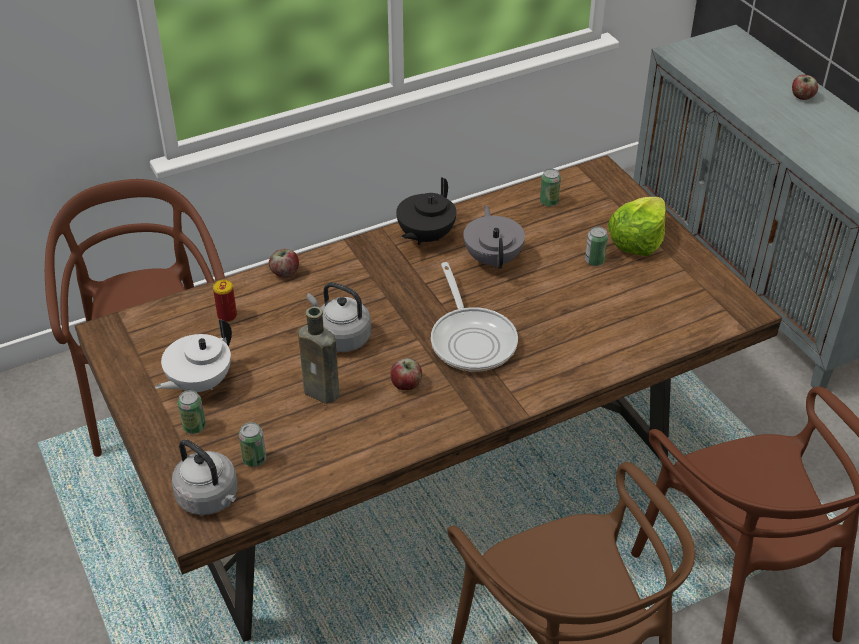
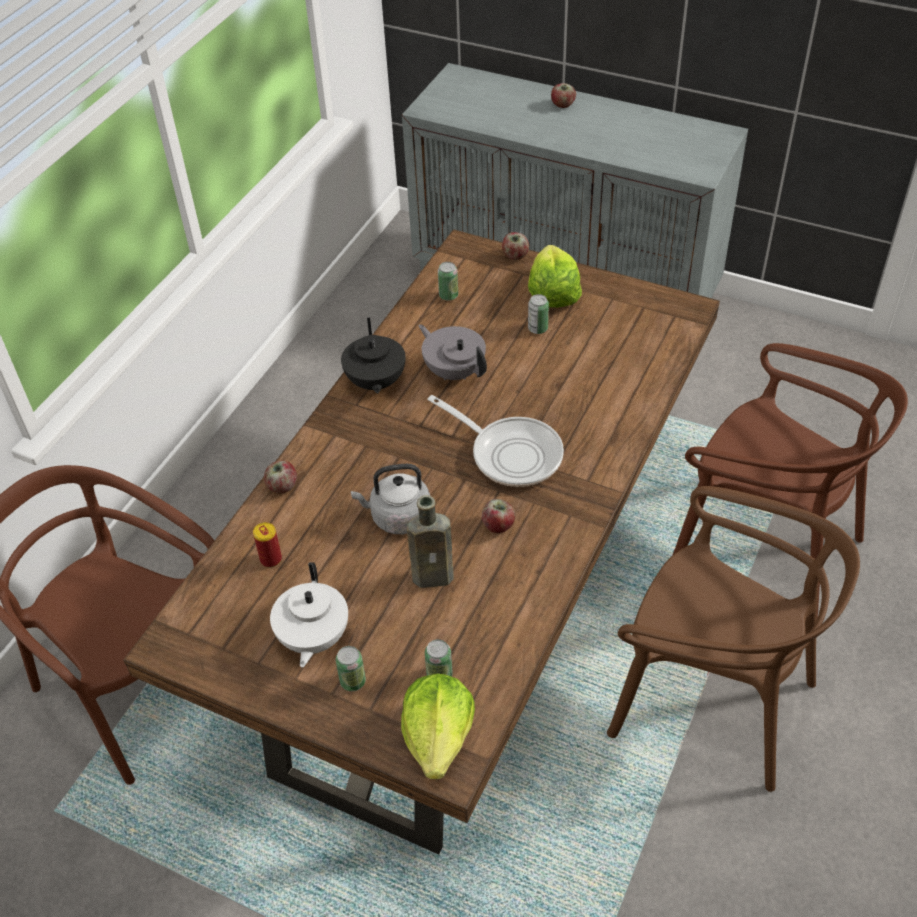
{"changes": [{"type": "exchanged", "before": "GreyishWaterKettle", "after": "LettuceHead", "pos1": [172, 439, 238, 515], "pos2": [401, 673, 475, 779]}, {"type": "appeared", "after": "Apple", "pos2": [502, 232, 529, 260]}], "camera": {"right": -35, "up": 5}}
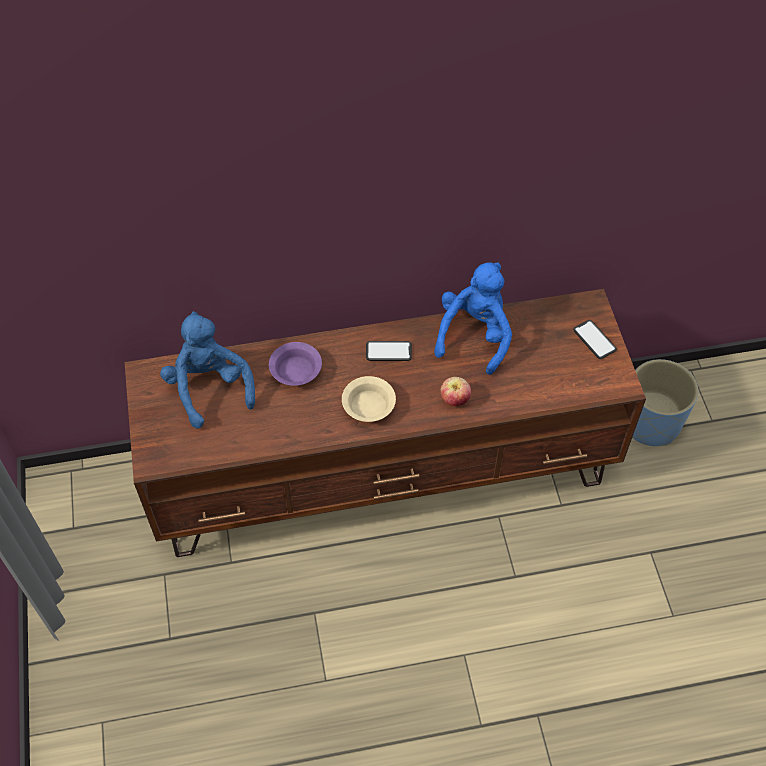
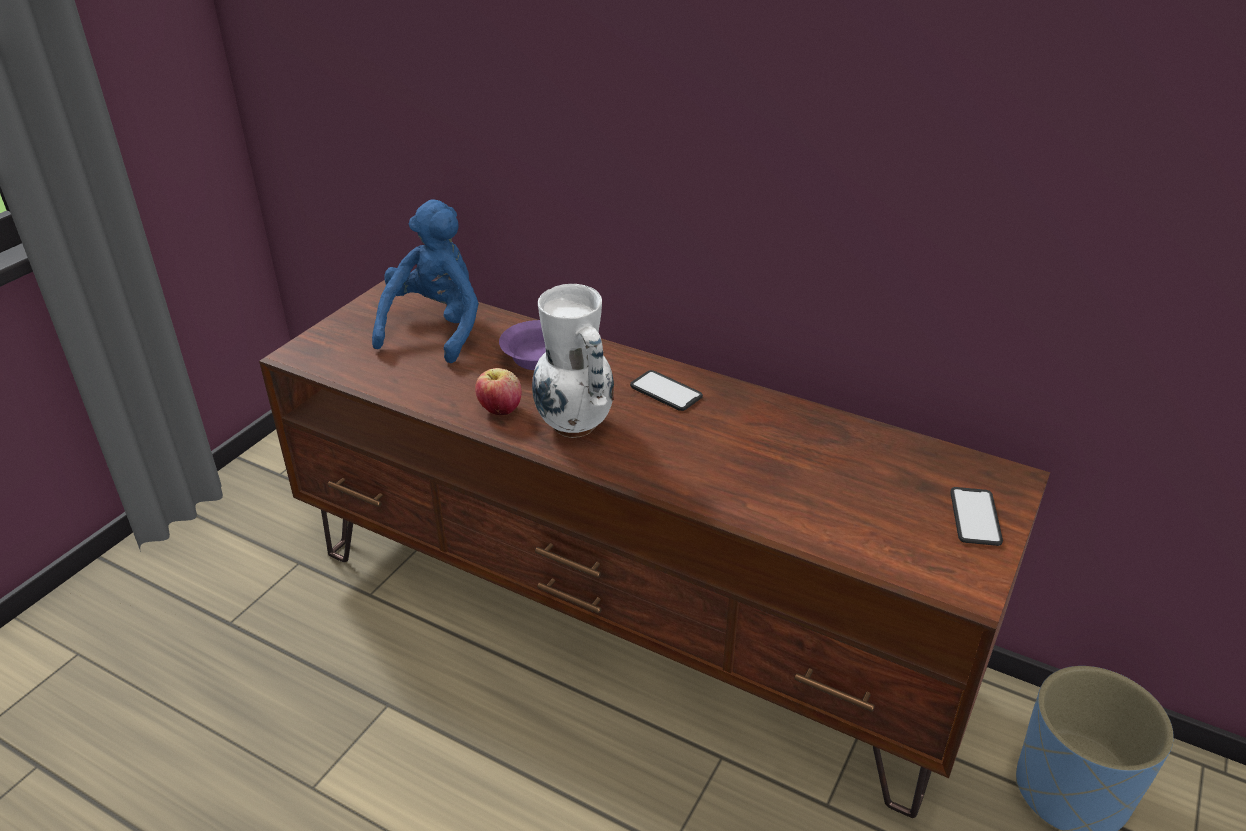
{"changes": [{"type": "relocated", "before": "Apple", "pos1": [441, 377, 471, 406], "pos2": [475, 368, 522, 415]}, {"type": "exchanged", "before": "BeigeServingBowl", "after": "WhiteColouredDecorativeVase", "pos1": [342, 376, 396, 422], "pos2": [532, 284, 614, 438]}, {"type": "missing", "before": "BlueColouredSoftToy", "pos1": [434, 262, 512, 375]}], "camera": {"right": 40, "up": -20}}
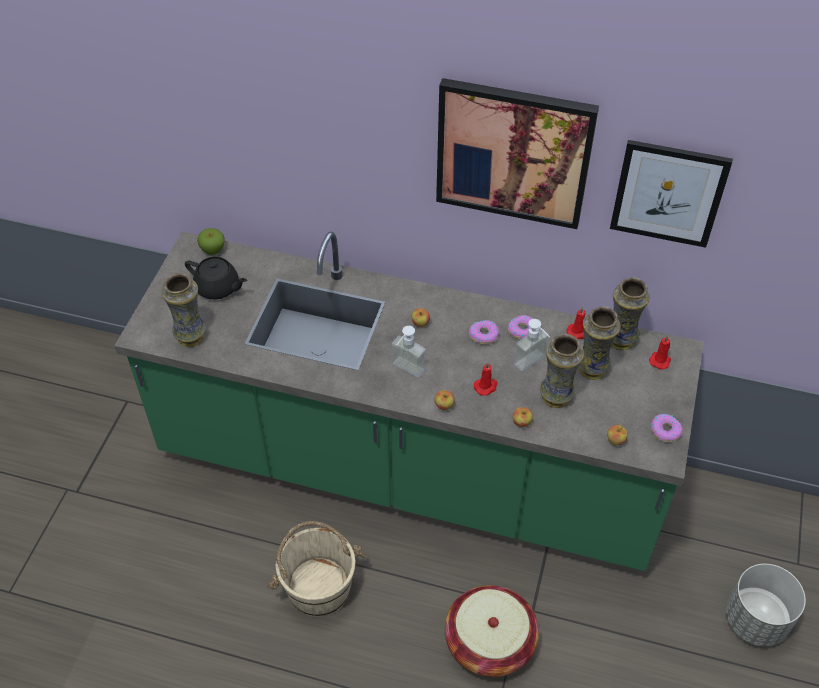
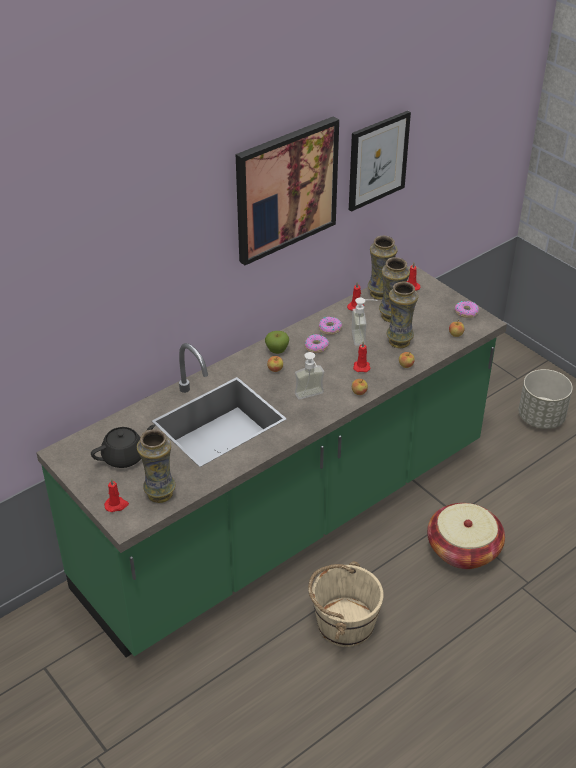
{"changes": [{"type": "appeared", "after": "ReddishWaxLight", "pos2": [104, 478, 129, 512]}, {"type": "relocated", "before": "Apple", "pos1": [197, 228, 225, 255], "pos2": [265, 331, 289, 354]}], "camera": {"right": -55, "up": -10}}
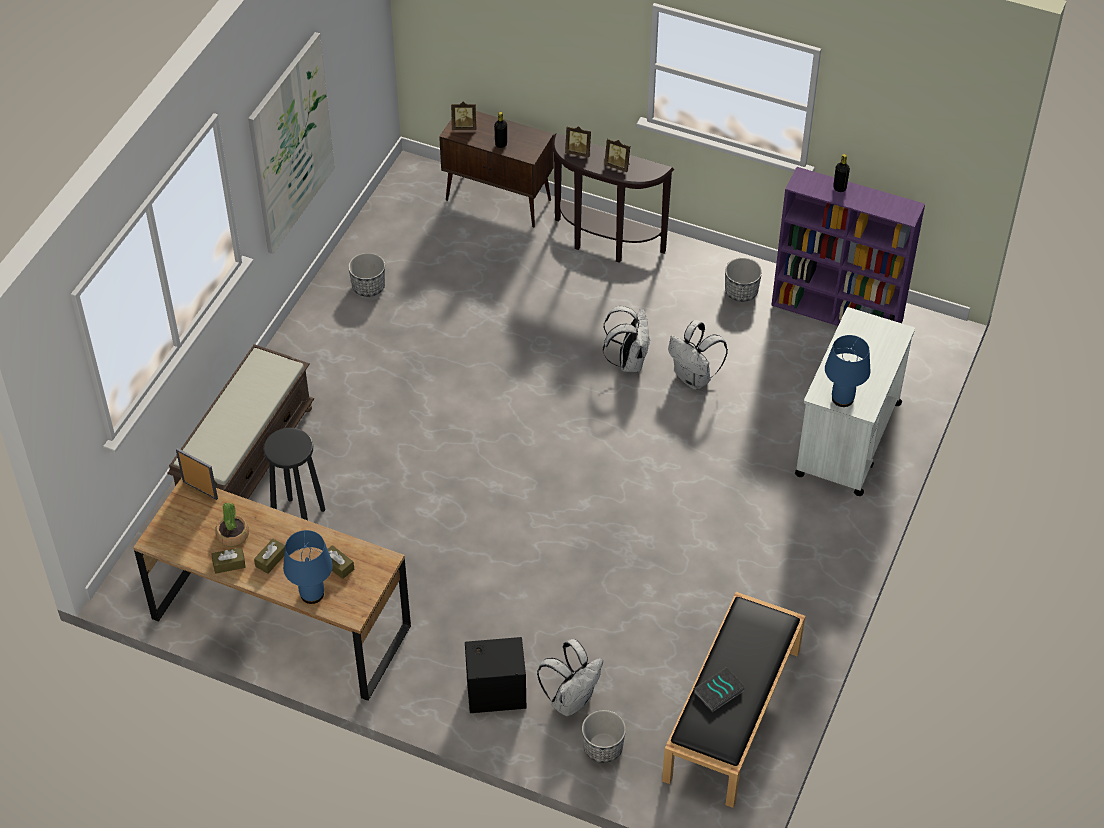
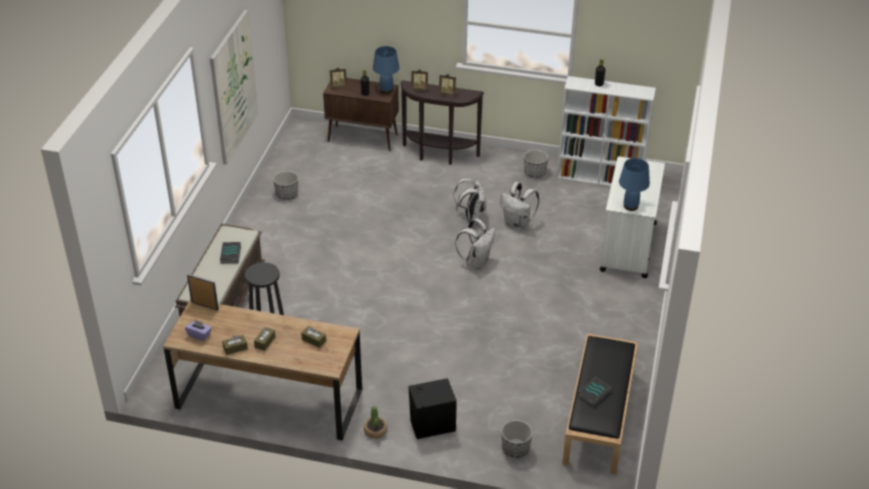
{"changes": [{"type": "appeared", "after": "PurpleTissueBox", "pos2": [185, 320, 212, 341]}, {"type": "appeared", "after": "Book", "pos2": [220, 242, 241, 263]}, {"type": "relocated", "before": "Houseplant", "pos1": [215, 503, 249, 547], "pos2": [364, 406, 387, 439]}, {"type": "relocated", "before": "BlueColouredLampForATable", "pos1": [283, 530, 333, 604], "pos2": [373, 46, 400, 94]}, {"type": "relocated", "before": "WhiteColouredKnapsack", "pos1": [537, 639, 603, 716], "pos2": [455, 219, 495, 269]}, {"type": "colour", "before": "PurpleBookshelf", "after": "WhiteColouredBookshelf", "pos1": [771, 167, 925, 326], "pos2": [557, 76, 656, 186]}], "camera": {"right": -10, "up": -10}}
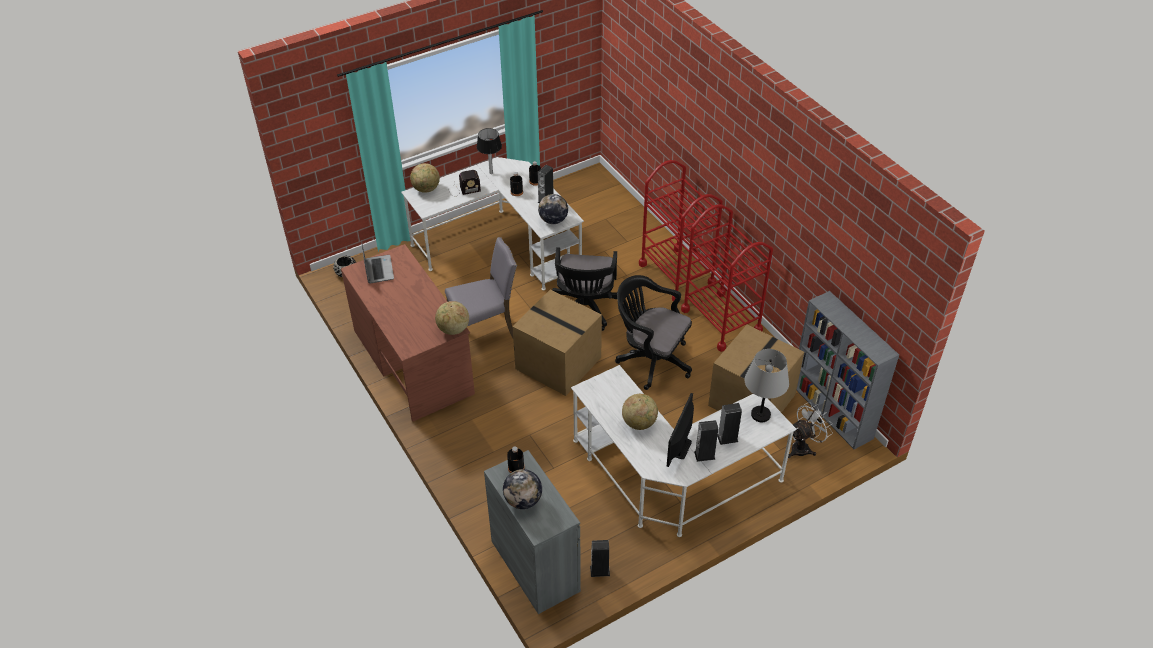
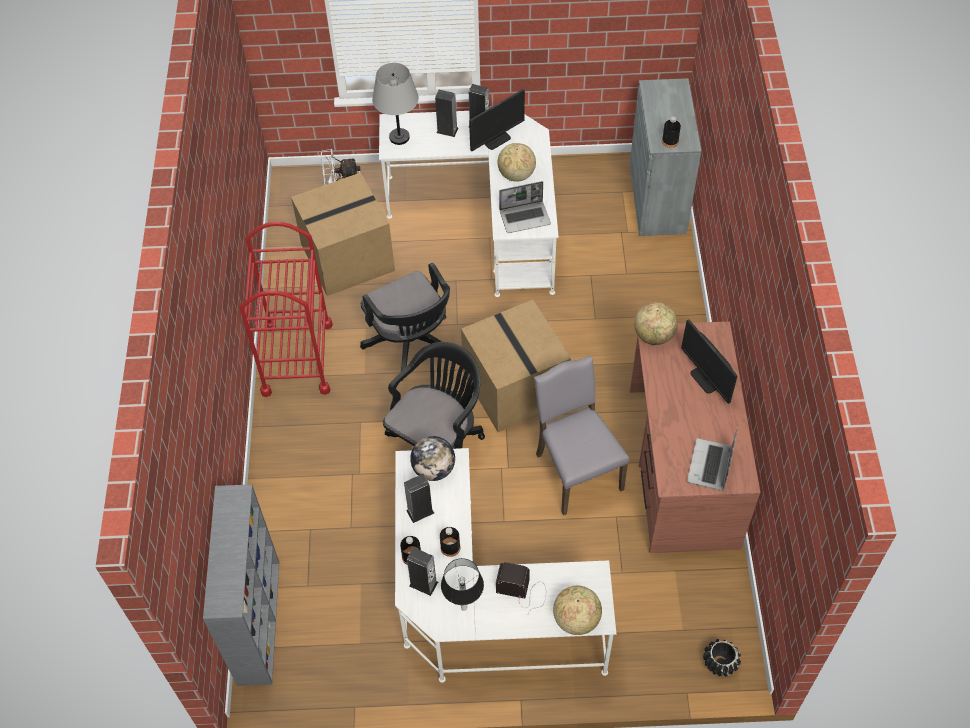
{"changes": [{"type": "relocated", "before": "GreyishBookshelf", "pos1": [796, 291, 899, 450], "pos2": [203, 484, 279, 686]}, {"type": "relocated", "before": "AudioSpeaker", "pos1": [590, 540, 610, 577], "pos2": [407, 547, 438, 596]}, {"type": "appeared", "after": "Laptop", "pos2": [499, 181, 551, 233]}, {"type": "spun", "before": "GreyishPlainChair", "pos1": [445, 237, 517, 338], "pos2": [534, 356, 629, 515], "turn": 60}, {"type": "appeared", "after": "ComputerScreen", "pos2": [681, 319, 738, 404]}, {"type": "missing", "before": "Globe", "pos1": [503, 469, 542, 509]}, {"type": "missing", "before": "ReddishCart", "pos1": [639, 160, 723, 301]}], "camera": {"right": -150, "up": 10}}
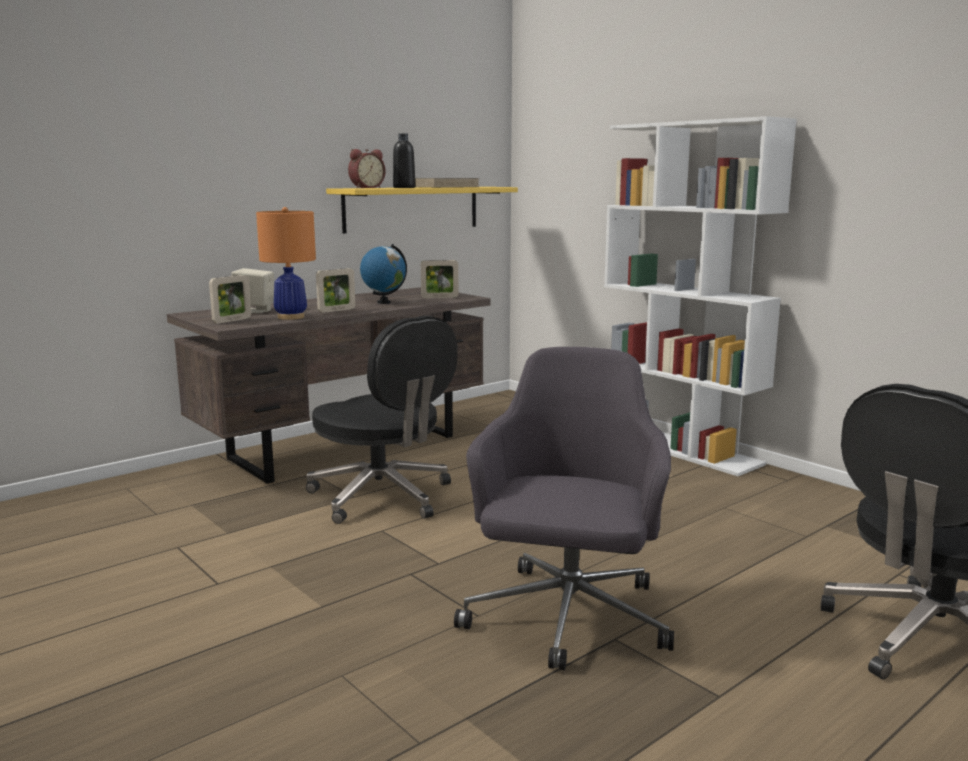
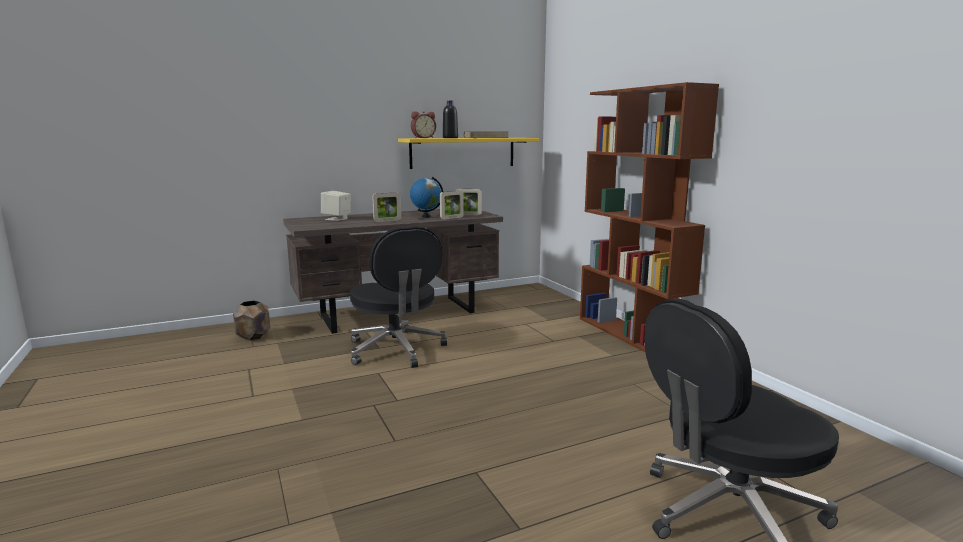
{"changes": [{"type": "appeared", "after": "BrownColouredFlowerPot", "pos2": [233, 300, 270, 340]}, {"type": "relocated", "before": "PhotoFrame", "pos1": [209, 275, 251, 323], "pos2": [440, 191, 464, 220]}, {"type": "colour", "before": "WhiteColouredBookshelf", "after": "BrownColouredBookshelf", "pos1": [604, 116, 797, 476], "pos2": [580, 82, 719, 352]}, {"type": "missing", "before": "OrangeColouredLampForATable", "pos1": [256, 207, 316, 320]}, {"type": "missing", "before": "GreyishOfficeChair", "pos1": [454, 347, 674, 670]}], "camera": {"right": 15, "up": 0}}
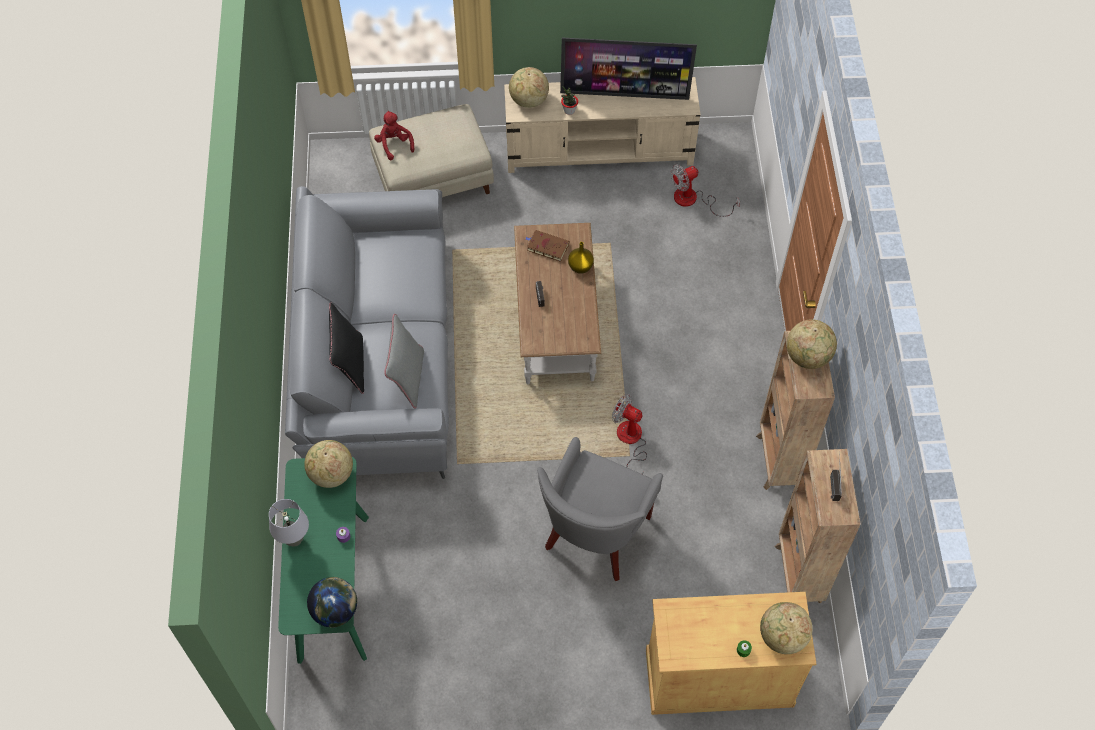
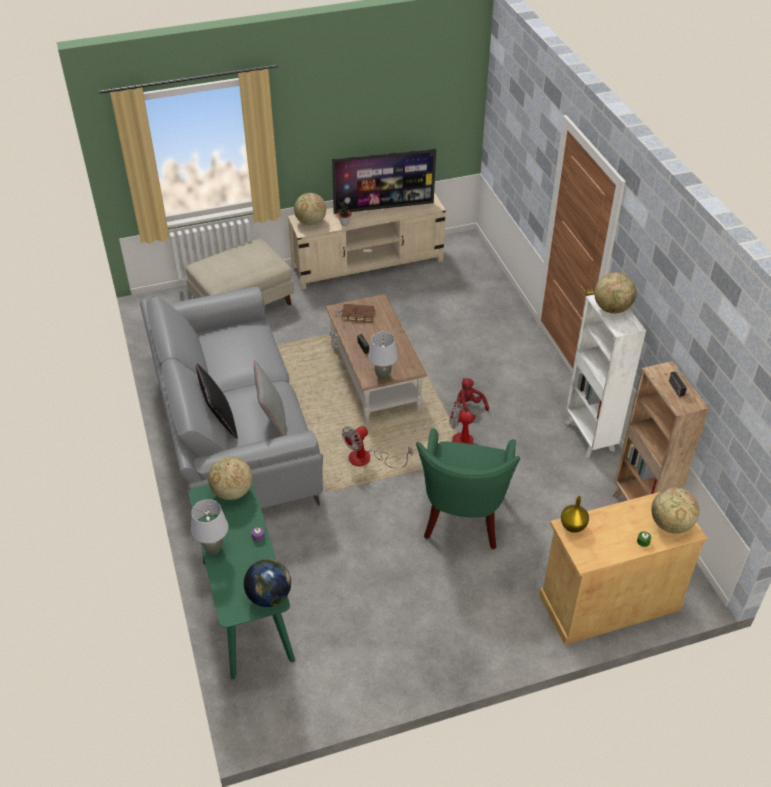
{"changes": [{"type": "relocated", "before": "Fan", "pos1": [671, 164, 740, 217], "pos2": [342, 426, 413, 468]}, {"type": "appeared", "after": "GreyishLampForATable", "pos2": [368, 332, 398, 380]}, {"type": "colour", "before": "GreyishLoungeChair", "after": "GreenLoungeChair", "pos1": [537, 437, 663, 581], "pos2": [416, 428, 520, 550]}, {"type": "relocated", "before": "ReddishSoftToy", "pos1": [374, 111, 414, 160], "pos2": [454, 378, 489, 420]}, {"type": "relocated", "before": "YellowishDecorativeVase", "pos1": [568, 242, 594, 274], "pos2": [561, 496, 589, 533]}, {"type": "colour", "before": "BrownColouredBookshelf", "after": "WhiteColouredBookshelf", "pos1": [756, 331, 835, 490], "pos2": [565, 295, 646, 458]}], "camera": {"right": -15, "up": -15}}
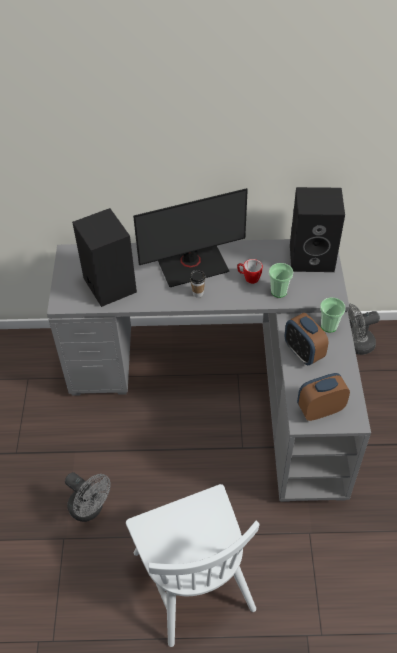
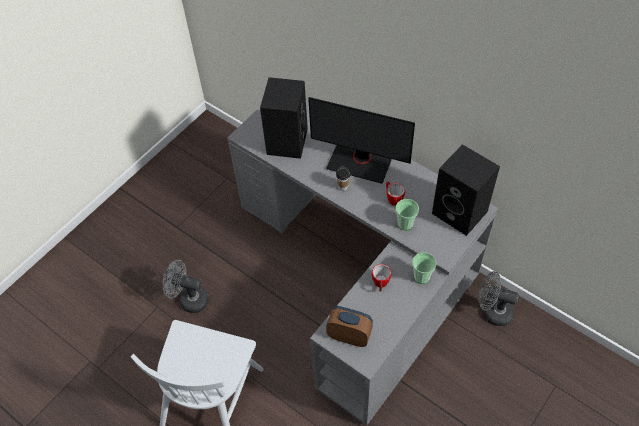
{"changes": [{"type": "spun", "before": "GreyishFan", "pos1": [65, 472, 111, 522], "pos2": [162, 260, 209, 313], "turn": 120}, {"type": "exchanged", "before": "TableClock", "after": "Mug", "pos1": [285, 313, 328, 365], "pos2": [372, 264, 391, 292]}], "camera": {"right": 40, "up": 5}}
